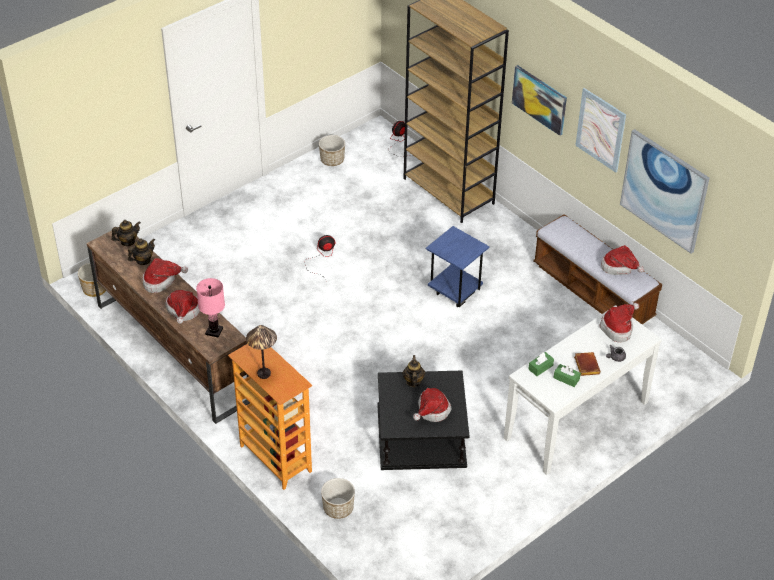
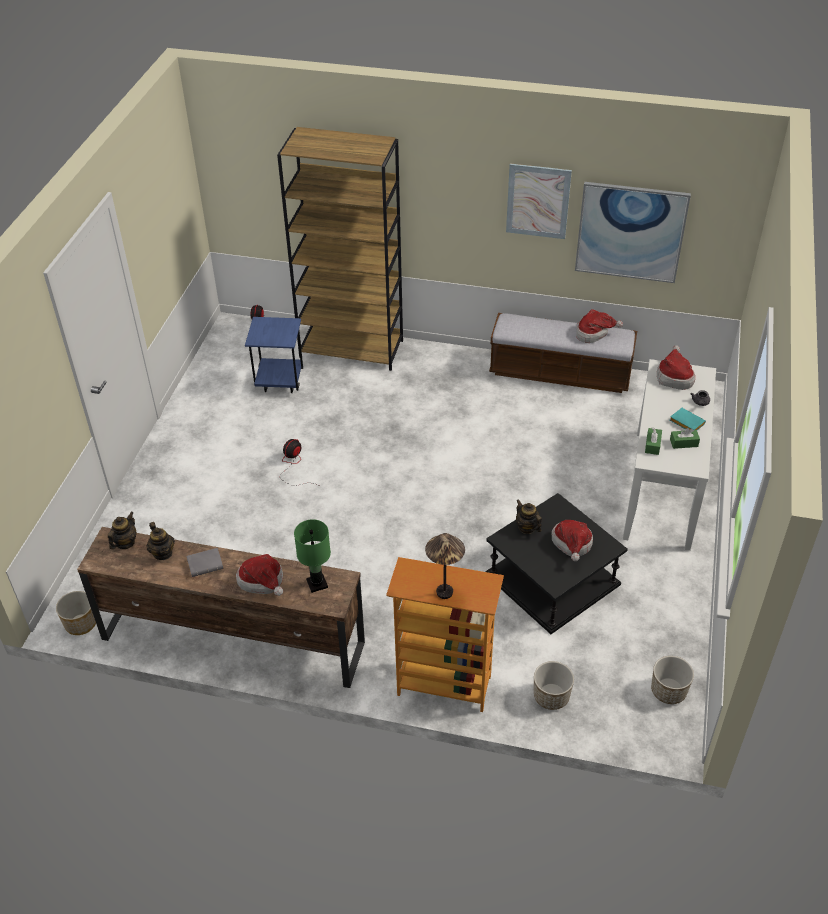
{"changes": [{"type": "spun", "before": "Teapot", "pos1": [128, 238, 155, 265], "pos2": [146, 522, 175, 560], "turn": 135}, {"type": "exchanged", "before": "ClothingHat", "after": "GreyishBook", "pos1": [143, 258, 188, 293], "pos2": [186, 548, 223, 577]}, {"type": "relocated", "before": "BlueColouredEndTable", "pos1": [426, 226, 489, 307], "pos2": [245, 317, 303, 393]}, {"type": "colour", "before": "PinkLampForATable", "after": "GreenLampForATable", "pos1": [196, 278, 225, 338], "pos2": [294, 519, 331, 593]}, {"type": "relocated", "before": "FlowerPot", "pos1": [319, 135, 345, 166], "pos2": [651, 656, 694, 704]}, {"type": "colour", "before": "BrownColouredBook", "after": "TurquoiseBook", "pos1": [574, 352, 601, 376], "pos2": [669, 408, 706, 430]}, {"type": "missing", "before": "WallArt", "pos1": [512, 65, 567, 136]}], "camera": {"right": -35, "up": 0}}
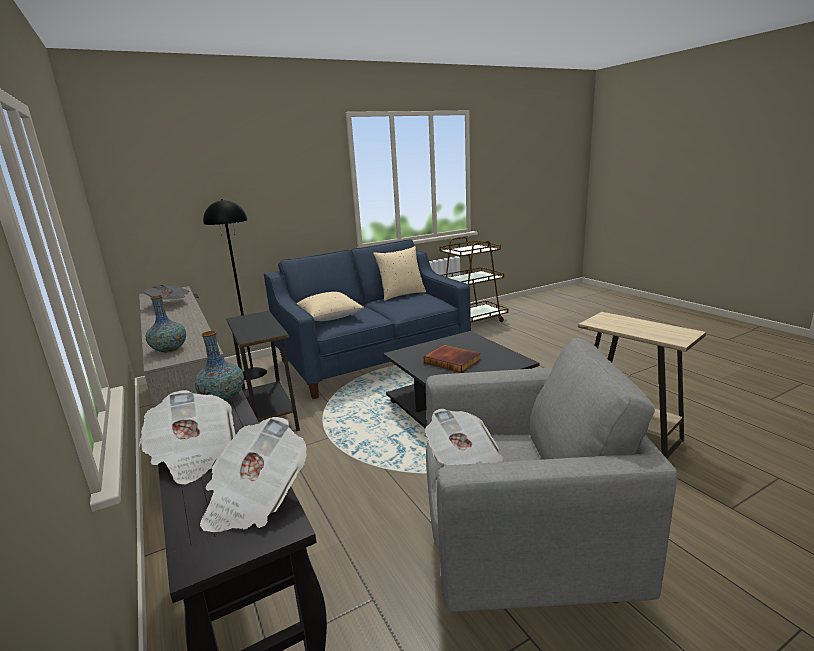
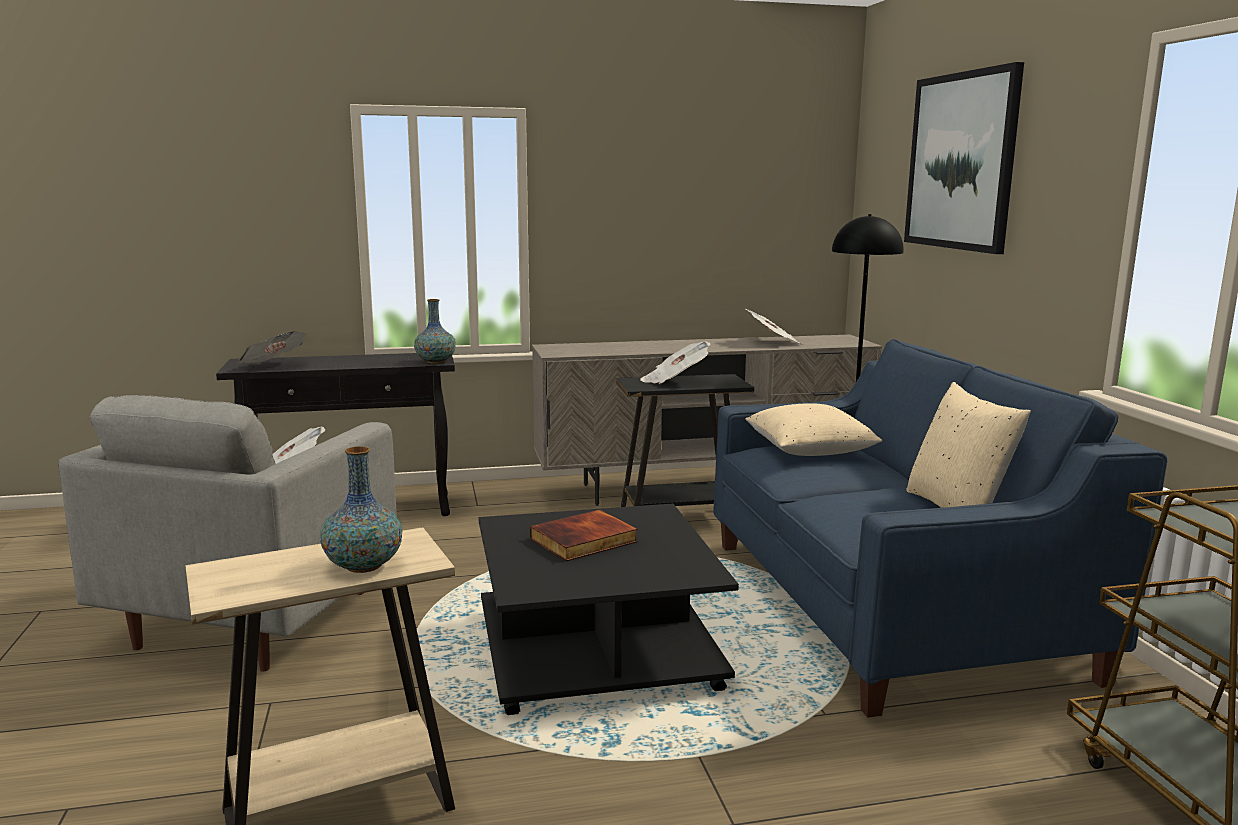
{"changes": [{"type": "relocated", "before": "DecorativeVase", "pos1": [146, 295, 186, 353], "pos2": [320, 447, 403, 573]}, {"type": "relocated", "before": "DailyPaper", "pos1": [139, 390, 235, 484], "pos2": [640, 341, 711, 384]}, {"type": "appeared", "after": "WallArt", "pos2": [904, 62, 1024, 254]}], "camera": {"right": 105, "up": -5}}
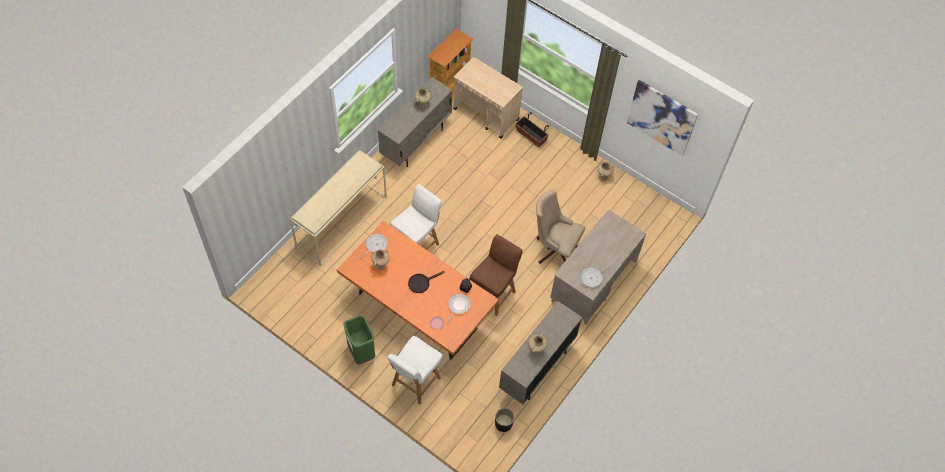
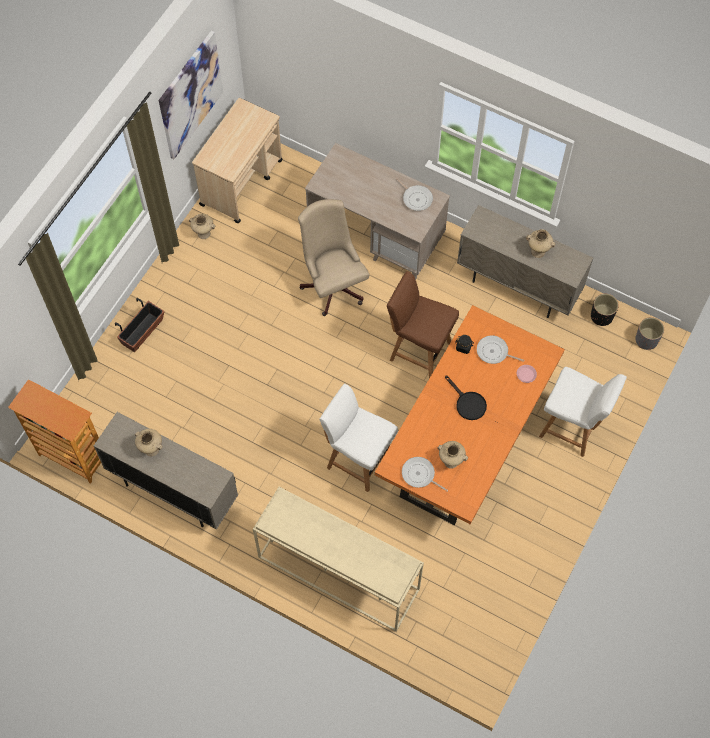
{"changes": [{"type": "relocated", "before": "BeigeCart", "pos1": [453, 57, 523, 139], "pos2": [192, 98, 283, 223]}, {"type": "spun", "before": "BeigeOfficeChair", "pos1": [536, 190, 586, 264], "pos2": [298, 199, 369, 316], "turn": 135}, {"type": "appeared", "after": "GreyishFlowerPot", "pos2": [635, 317, 664, 350]}, {"type": "missing", "before": "GreenRubbishBin", "pos1": [343, 315, 375, 364]}], "camera": {"right": -95, "up": 5}}
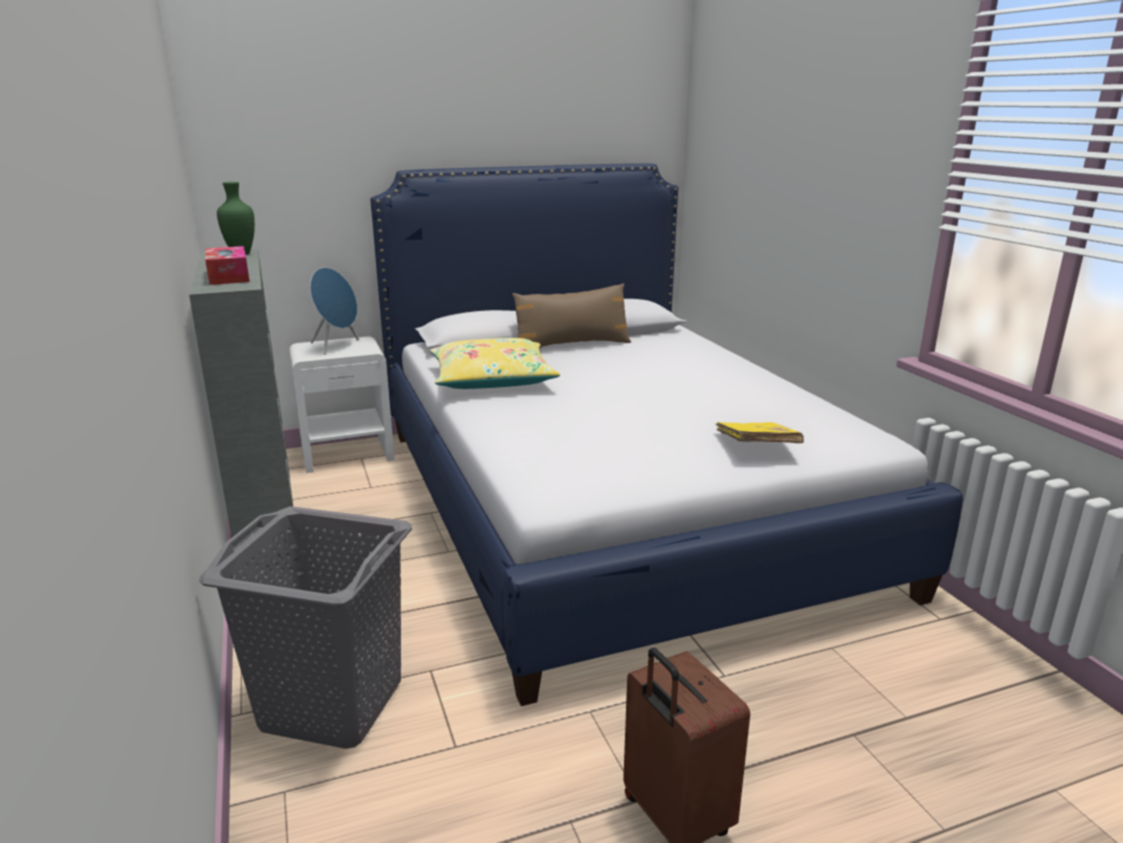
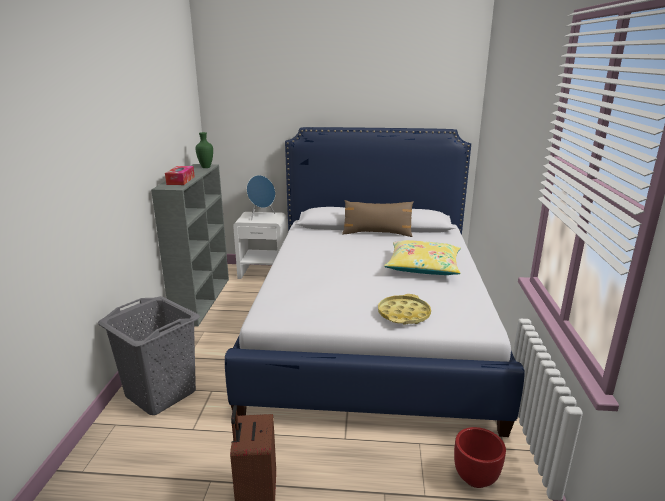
{"changes": [{"type": "exchanged", "before": "YellowishBook", "after": "YellowishTray", "pos1": [716, 422, 804, 443], "pos2": [378, 294, 431, 325]}, {"type": "relocated", "before": "YellowishCushion", "pos1": [430, 338, 560, 389], "pos2": [384, 240, 461, 275]}, {"type": "appeared", "after": "ReddishFlowerPot", "pos2": [454, 427, 506, 488]}], "camera": {"right": 25, "up": 0}}
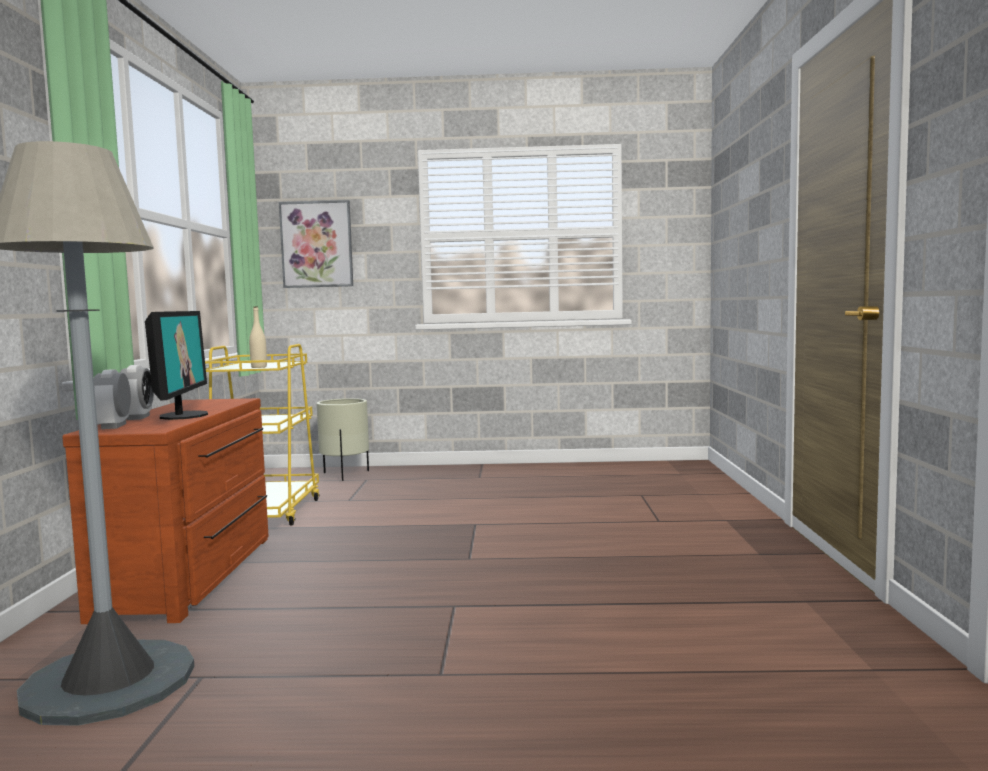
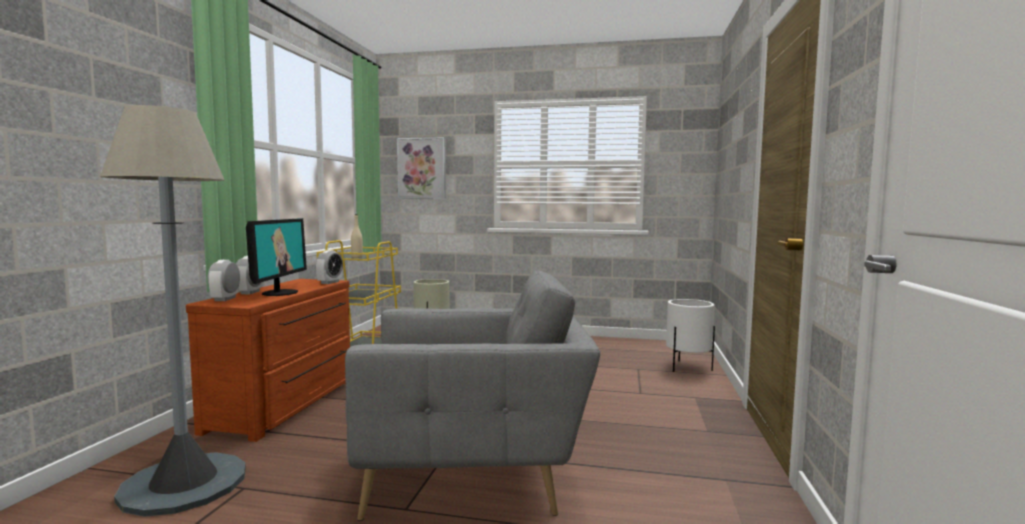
{"changes": [{"type": "appeared", "after": "TableClock", "pos2": [316, 250, 343, 284]}, {"type": "appeared", "after": "GreyishLoungeChair", "pos2": [345, 270, 600, 521]}, {"type": "appeared", "after": "WhiteColouredFlowerPot", "pos2": [666, 299, 715, 372]}], "camera": {"right": 10, "up": 0}}
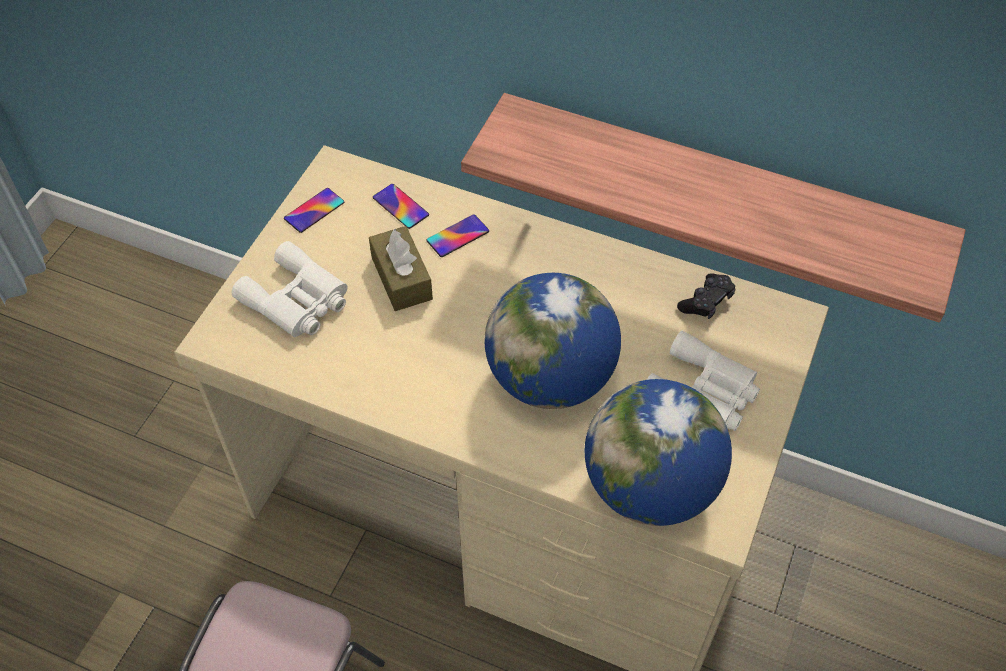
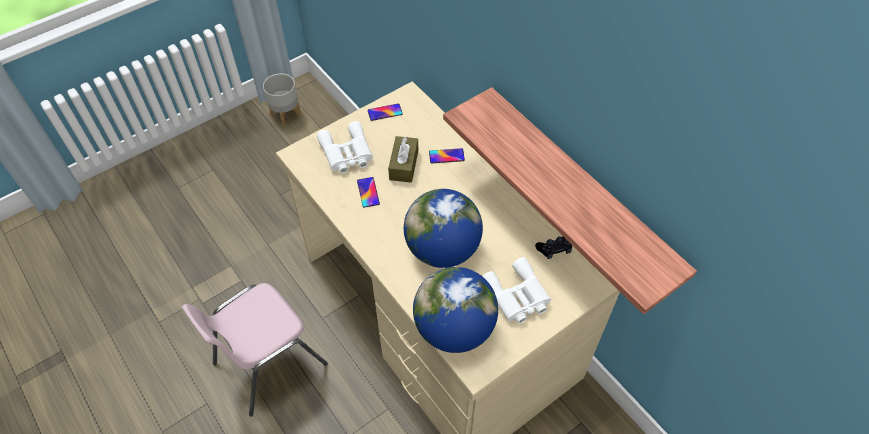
{"changes": [{"type": "appeared", "after": "GreyishFlowerPot", "pos2": [263, 74, 301, 126]}, {"type": "relocated", "before": "Phone", "pos1": [373, 184, 429, 229], "pos2": [357, 177, 380, 208]}], "camera": {"right": 30, "up": 0}}
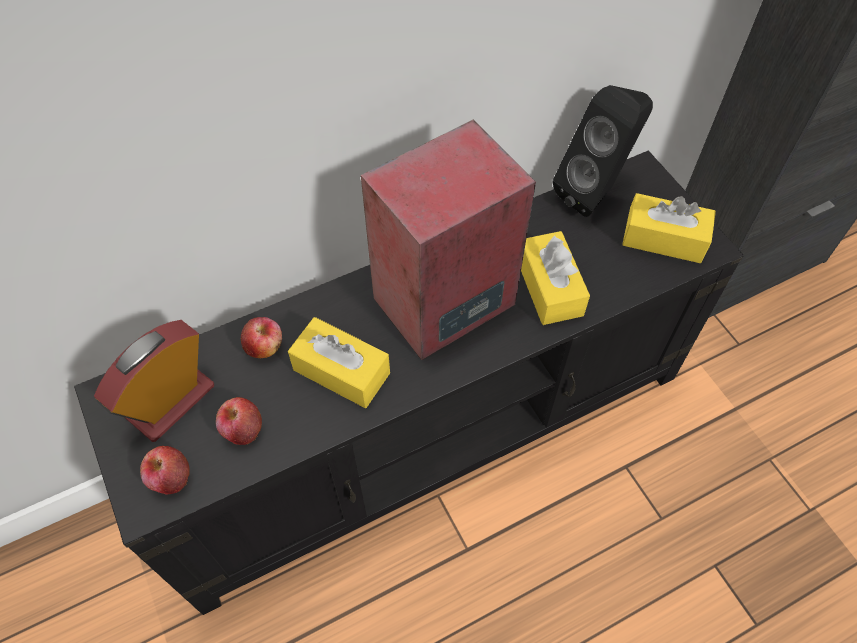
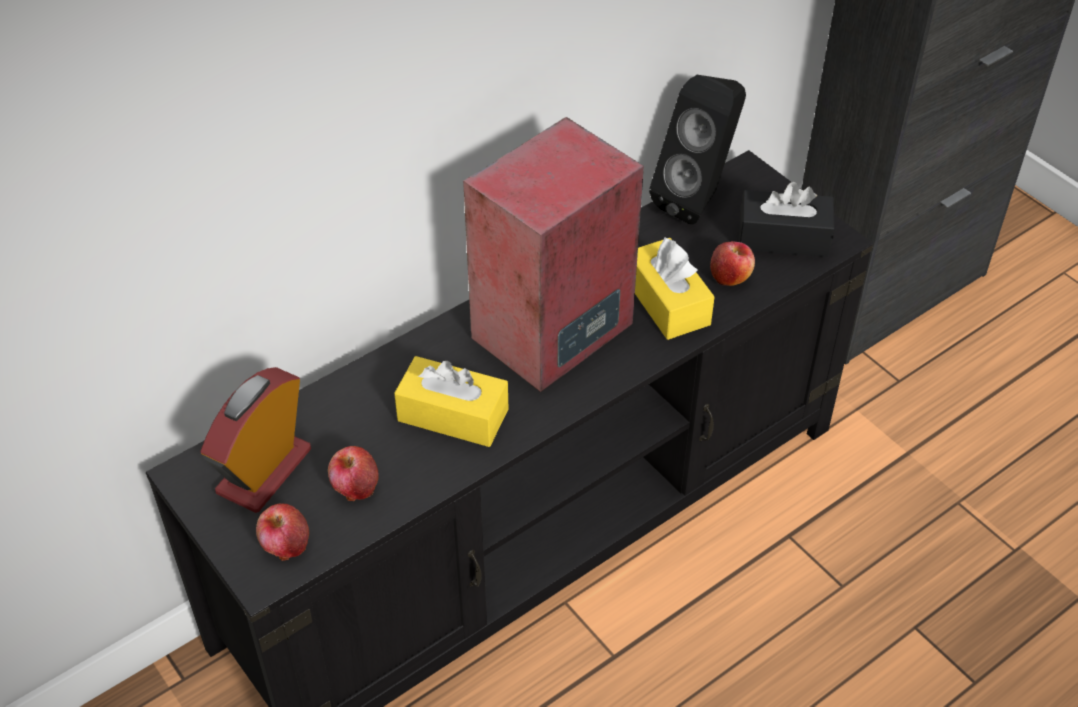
{"changes": [{"type": "relocated", "before": "Apple", "pos1": [241, 317, 282, 358], "pos2": [710, 241, 755, 286]}, {"type": "colour", "before": "YellowishTissueBox", "after": "BlackTissueBox", "pos1": [622, 193, 716, 263], "pos2": [739, 182, 835, 257]}], "camera": {"right": -10, "up": -10}}
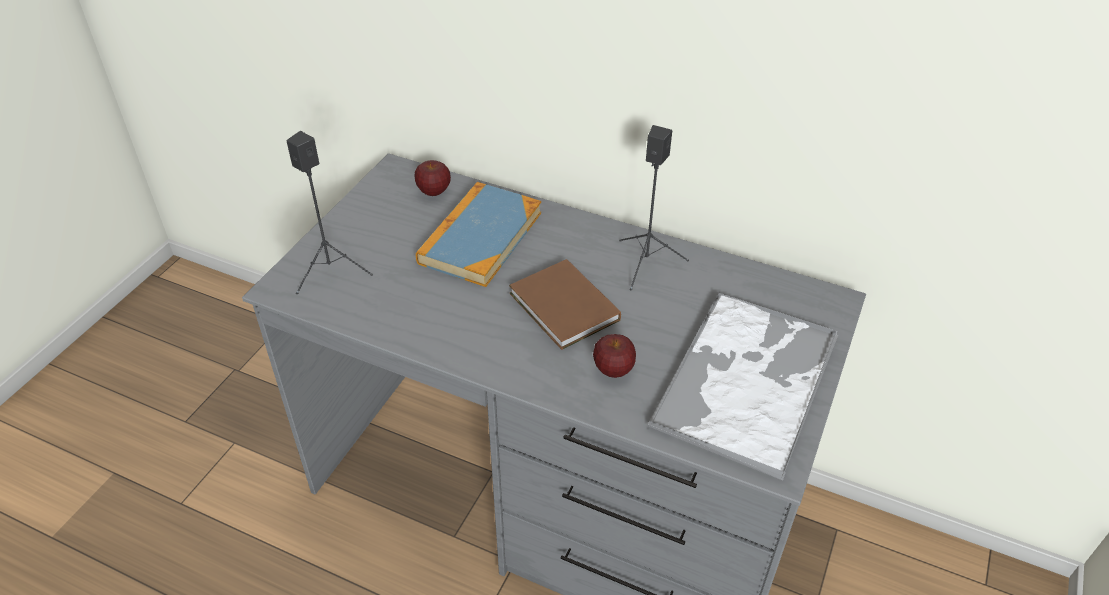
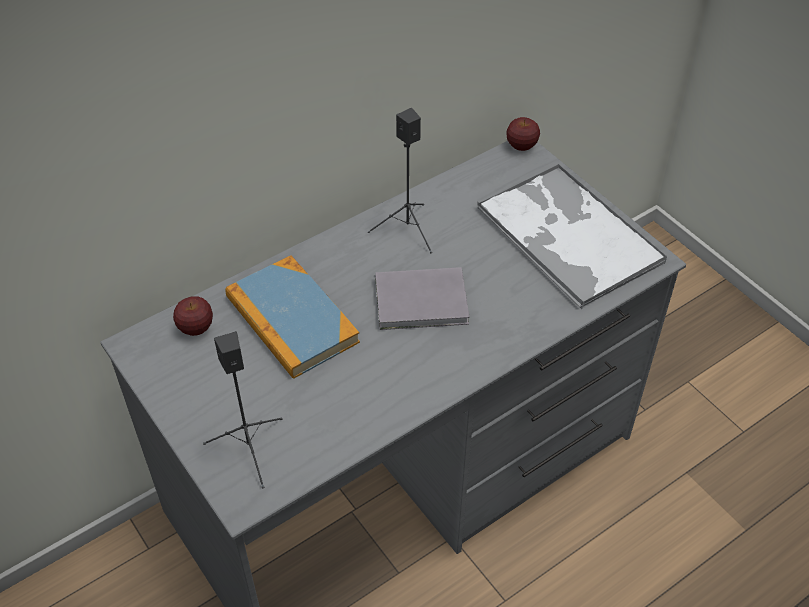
{"changes": [{"type": "colour", "before": "BrownColouredBook", "after": "GreyishBook", "pos1": [509, 259, 621, 350], "pos2": [375, 267, 470, 330]}, {"type": "relocated", "before": "Apple", "pos1": [593, 334, 636, 378], "pos2": [506, 117, 540, 151]}], "camera": {"right": -60, "up": 5}}
